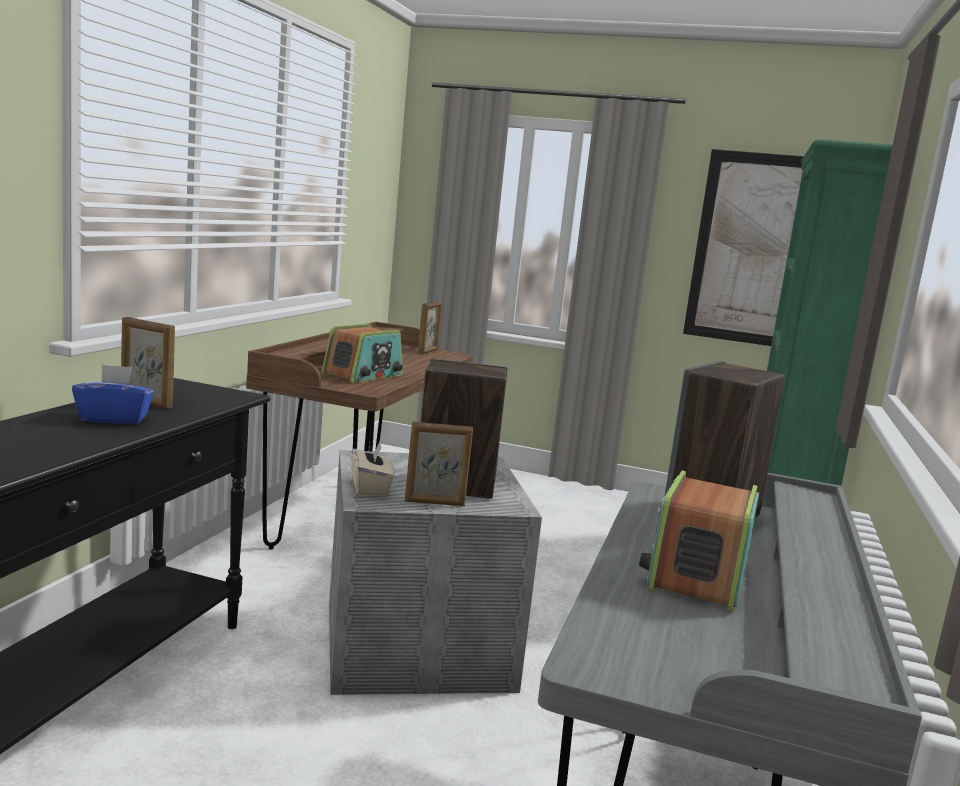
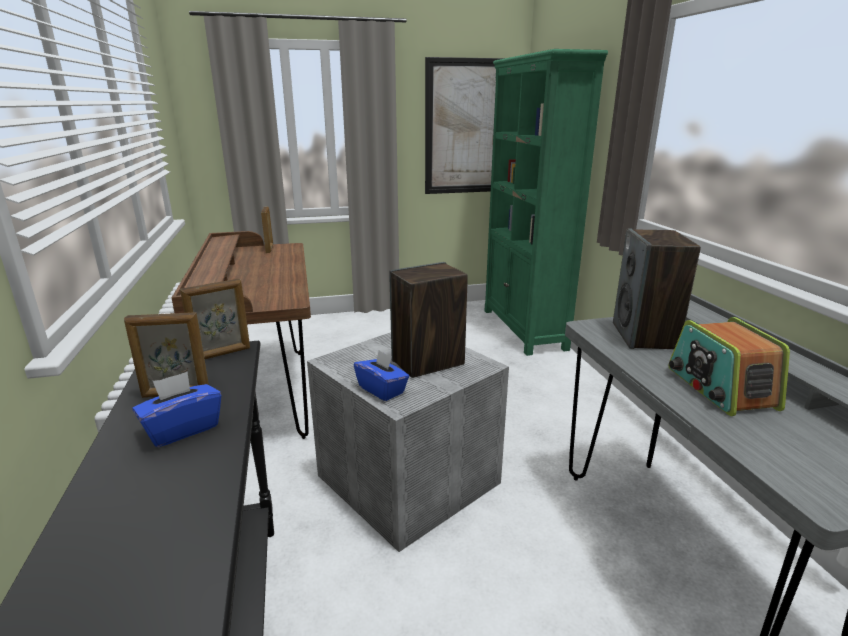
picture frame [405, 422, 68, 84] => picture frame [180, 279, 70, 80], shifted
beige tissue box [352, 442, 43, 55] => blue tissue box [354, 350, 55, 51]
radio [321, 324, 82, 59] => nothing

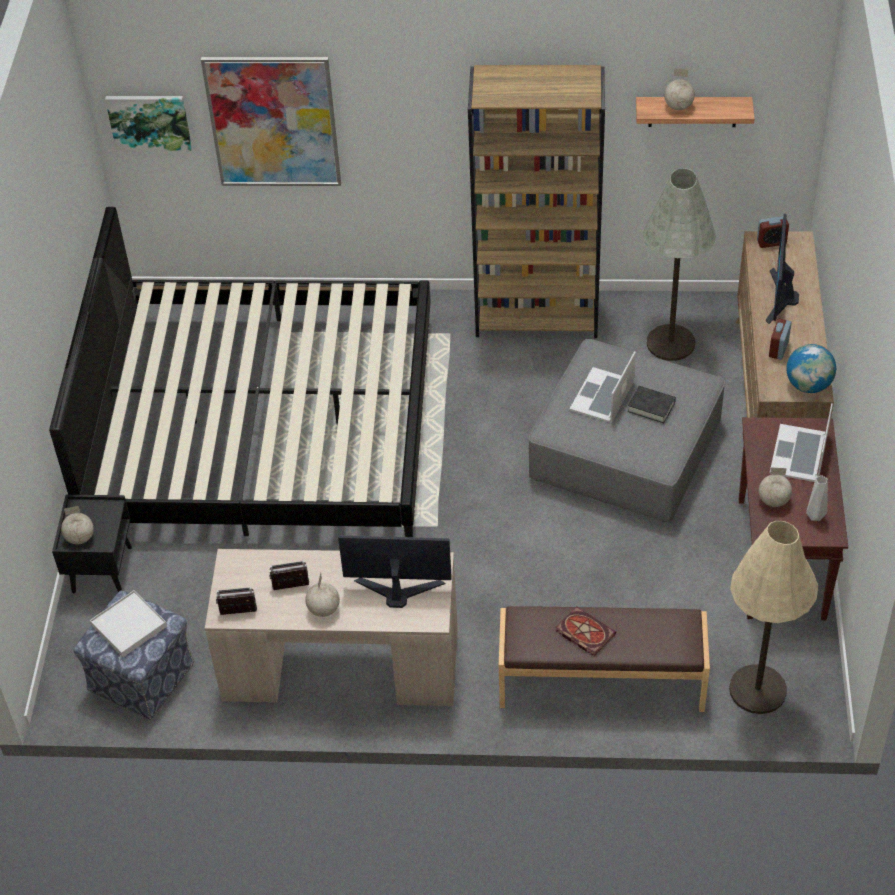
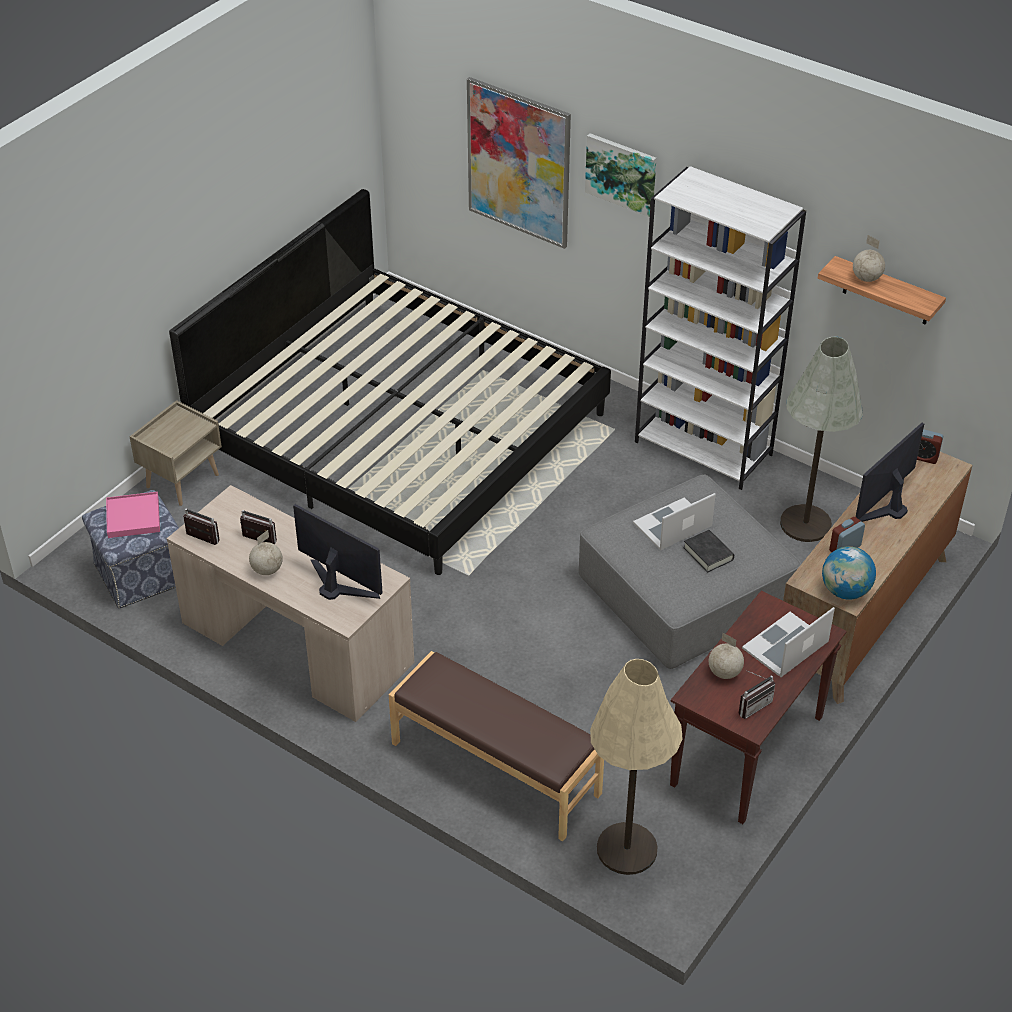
white tray [90, 590, 77, 67] => pink tray [106, 492, 54, 46]
black nightstand [52, 495, 80, 98] => beige nightstand [129, 400, 93, 106]
picture [105, 96, 87, 56] => picture [585, 133, 72, 84], shifted
brown bookcase [468, 65, 137, 273] => white bookcase [635, 166, 171, 324]
grey vase [806, 475, 22, 46] => radio [738, 670, 37, 49]
globe [61, 506, 33, 38] => nothing
book [555, 606, 61, 50] => nothing

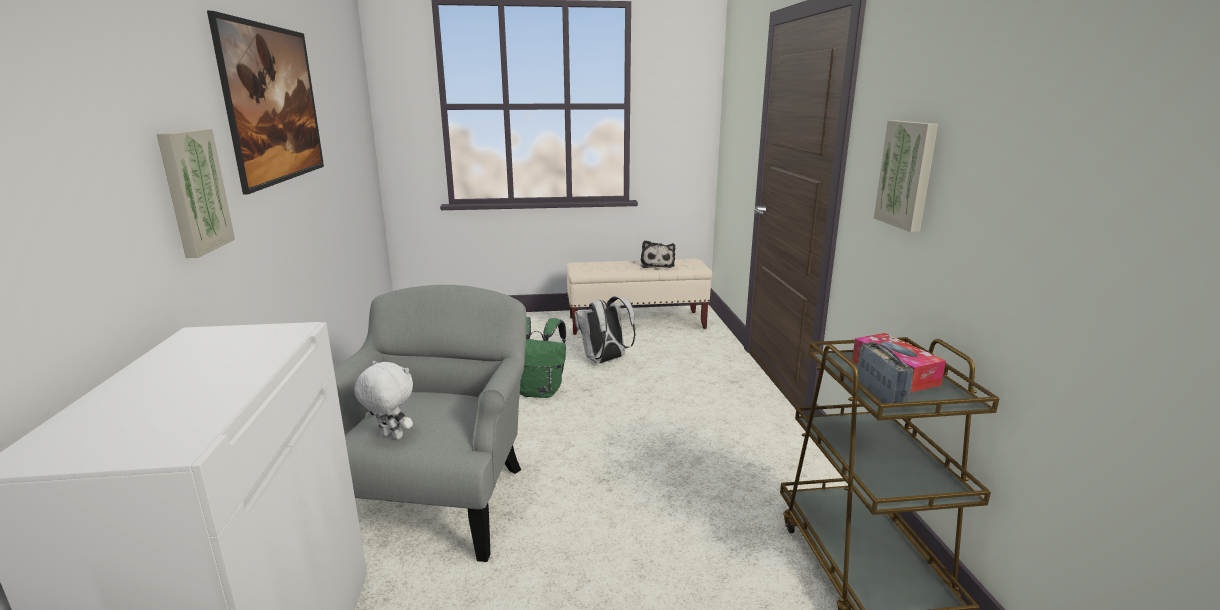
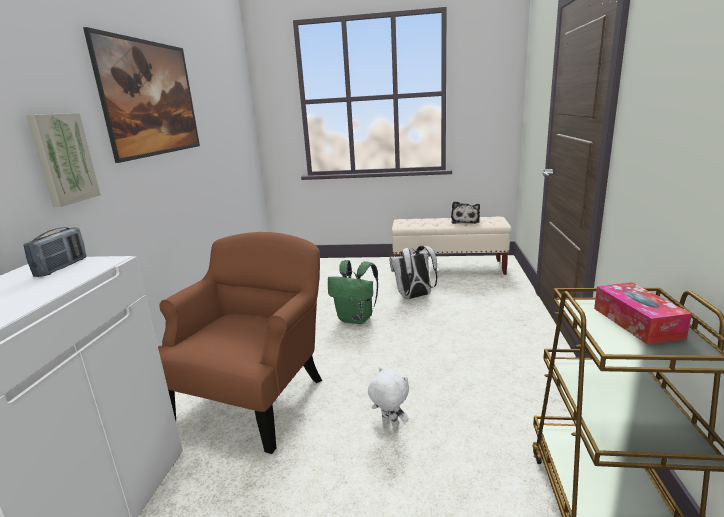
radio [858, 342, 55, 61] => radio [23, 227, 64, 50], shifted
grey armchair [334, 285, 193, 277] => brown armchair [158, 232, 164, 222]
white plush toy [354, 361, 59, 78] => white plush toy [368, 367, 41, 61], shifted
picture [874, 121, 64, 111] => nothing

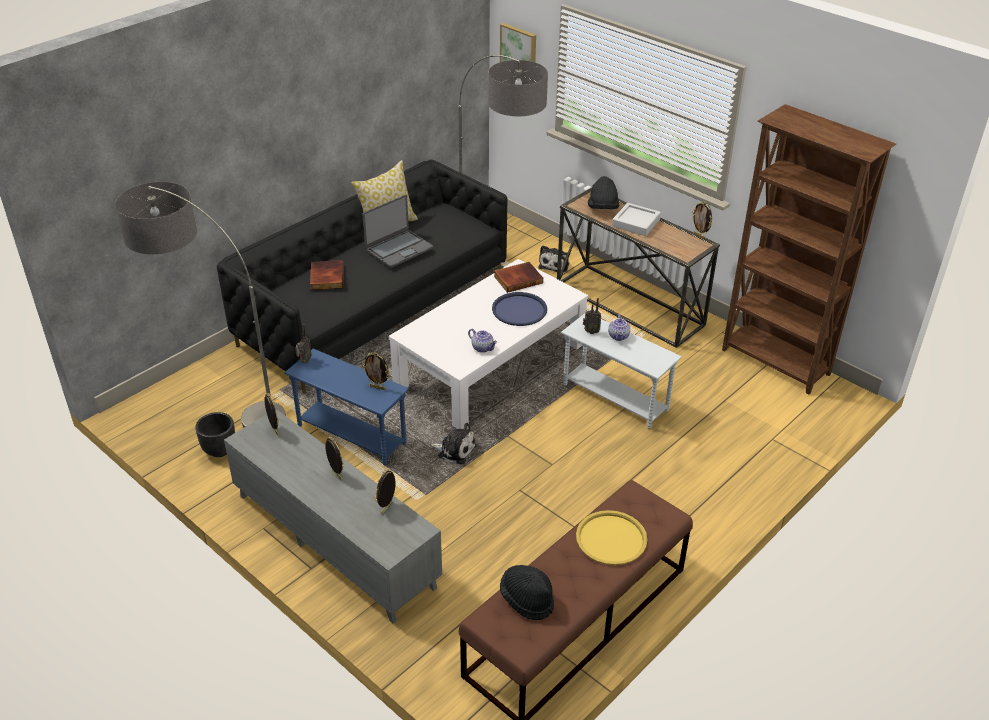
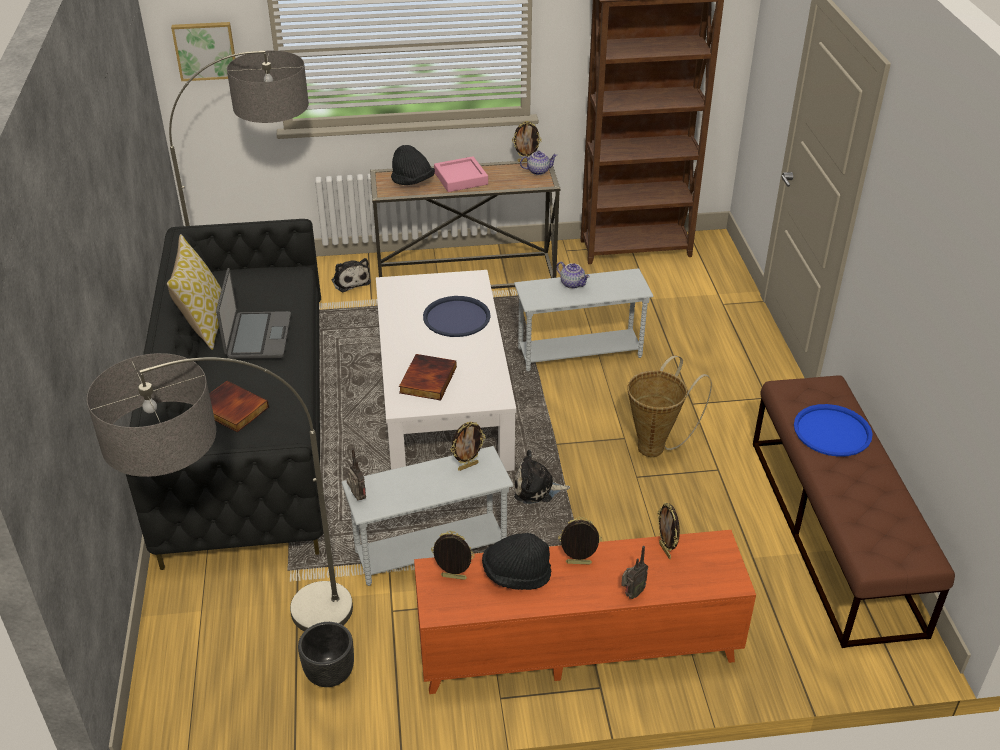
blue side table [284, 349, 125, 116] => white side table [342, 446, 171, 140]
book [494, 262, 49, 31] => book [399, 354, 58, 46], shifted
grey tv stand [224, 409, 218, 215] => orange tv stand [414, 530, 342, 164]
grey tray [612, 203, 49, 33] => pink tray [434, 156, 54, 36]
black hat [500, 565, 54, 55] => black hat [482, 533, 69, 57], shifted
plush toy [431, 422, 46, 42] => plush toy [514, 450, 56, 54], 150 degrees counterclockwise
teapot [468, 329, 29, 24] => teapot [520, 151, 37, 24], shifted
radio [583, 298, 18, 36] => radio [621, 546, 27, 53], shifted
nothing => basket [628, 355, 84, 102]
yellow tray [576, 510, 71, 55] => blue tray [794, 404, 79, 53]

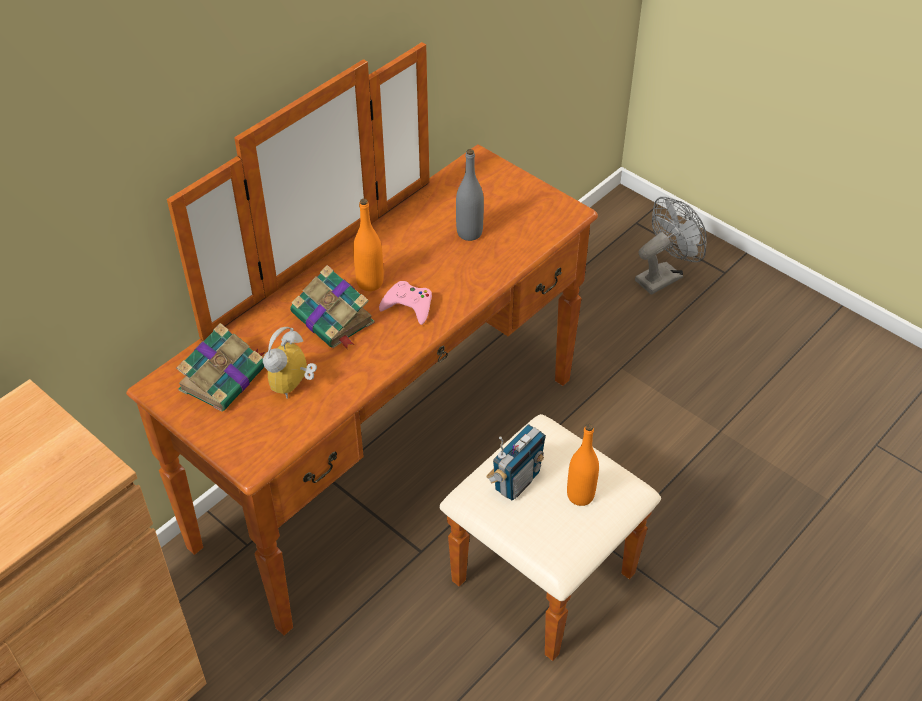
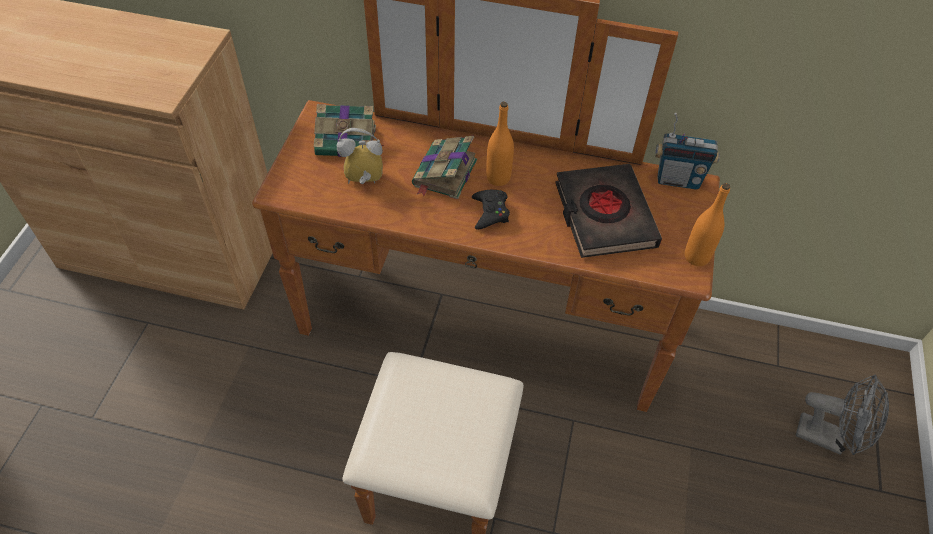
pink game controller [379, 281, 53, 44] => black game controller [472, 190, 38, 40]
grey bottle [456, 149, 28, 92] => black book [555, 164, 107, 94]
radio [486, 424, 60, 76] => radio [655, 113, 65, 77], shifted
orange bottle [567, 424, 32, 82] => orange bottle [685, 183, 45, 83], shifted

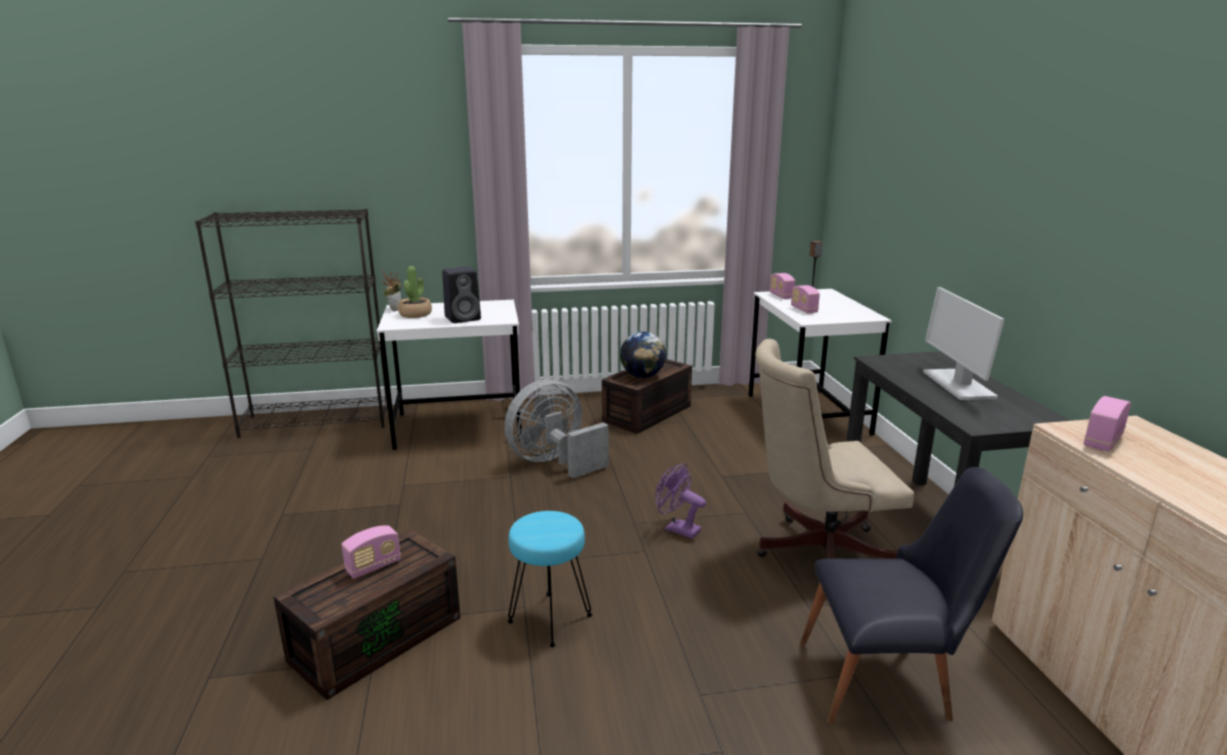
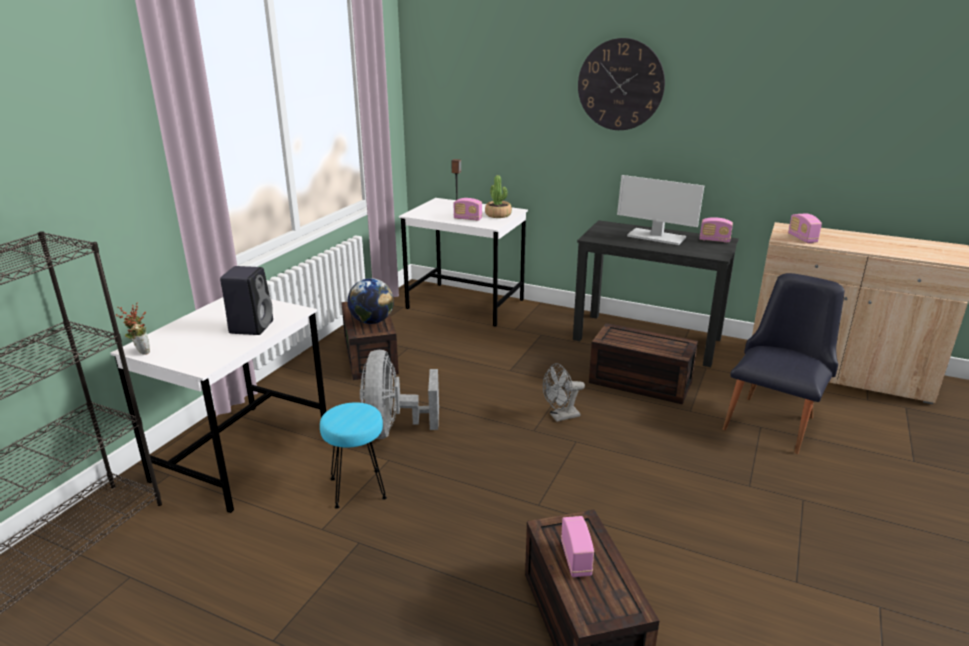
turquoise stool [508, 511, 84, 136] => turquoise stool [320, 402, 67, 107], shifted
potted plant [398, 266, 34, 52] => potted plant [485, 175, 27, 43], shifted
purple fan [655, 464, 51, 75] => grey fan [543, 363, 42, 59]
nothing => wall clock [578, 38, 87, 92]
beige office chair [755, 339, 159, 220] => brown storage box [589, 323, 109, 81]
radio [770, 273, 25, 26] => radio [700, 217, 33, 26], shifted

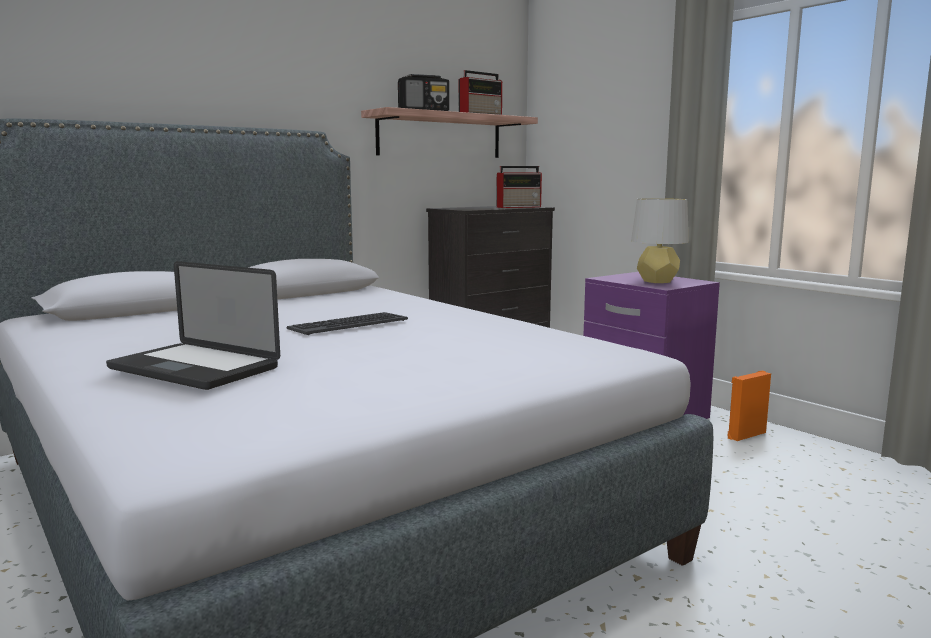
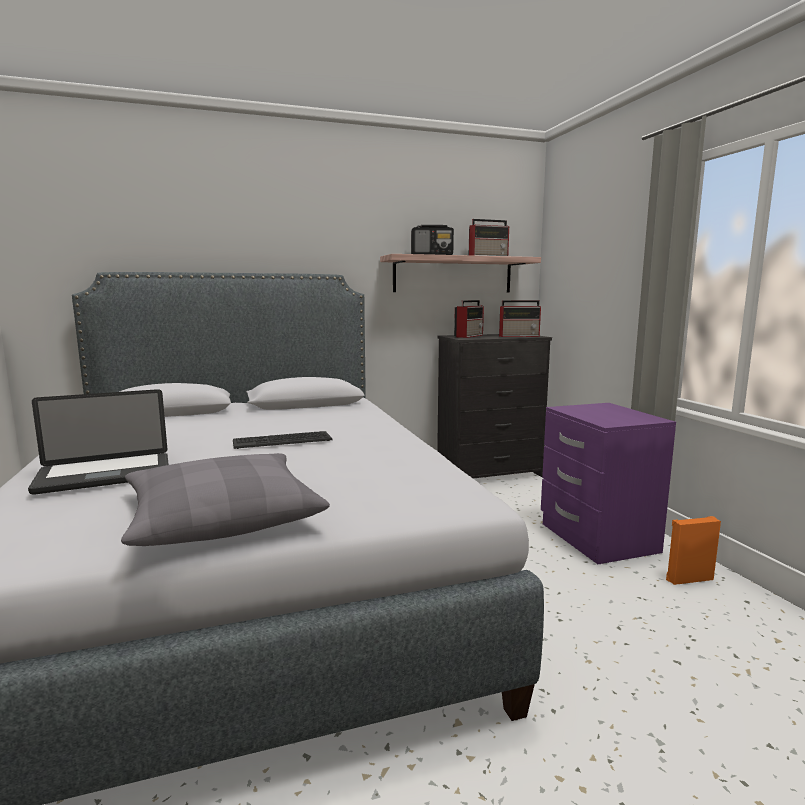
laptop [106, 261, 174, 129] => laptop [28, 389, 141, 106], 75 degrees counterclockwise
nothing => grey pillow [121, 453, 209, 93]
nothing => radio [454, 300, 30, 38]
grey table lamp [631, 198, 58, 85] => nothing

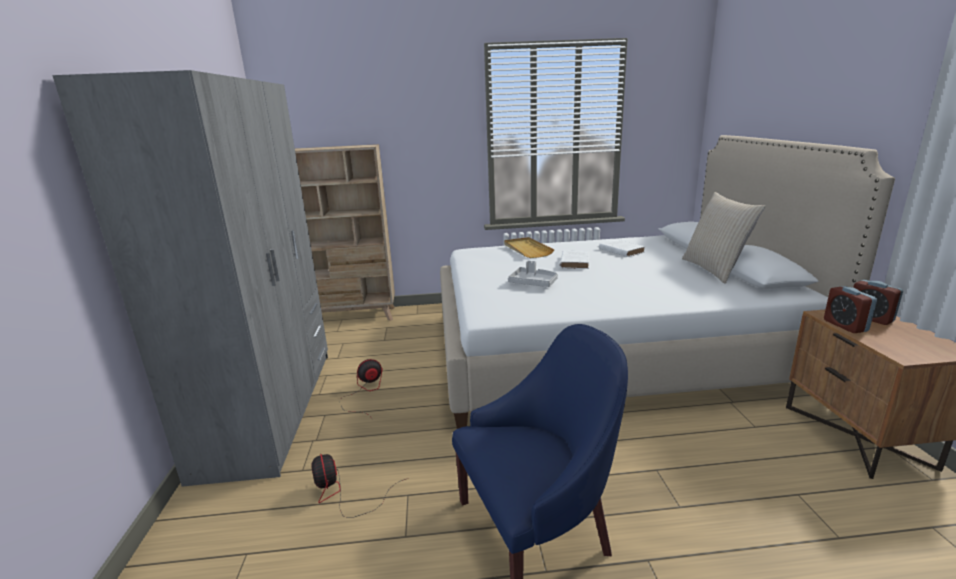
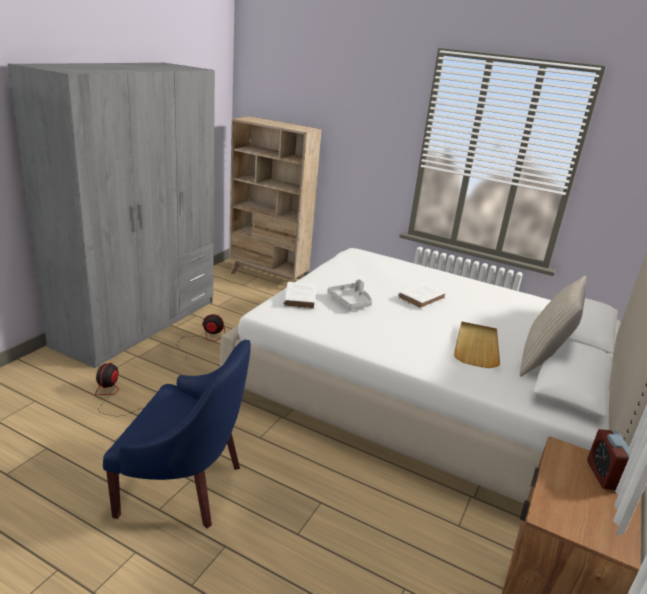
white book [599, 239, 46, 18] => white book [284, 282, 32, 27], shifted
beige tray [504, 237, 50, 21] => beige tray [454, 322, 46, 46], shifted
alarm clock [824, 286, 53, 47] => nothing

